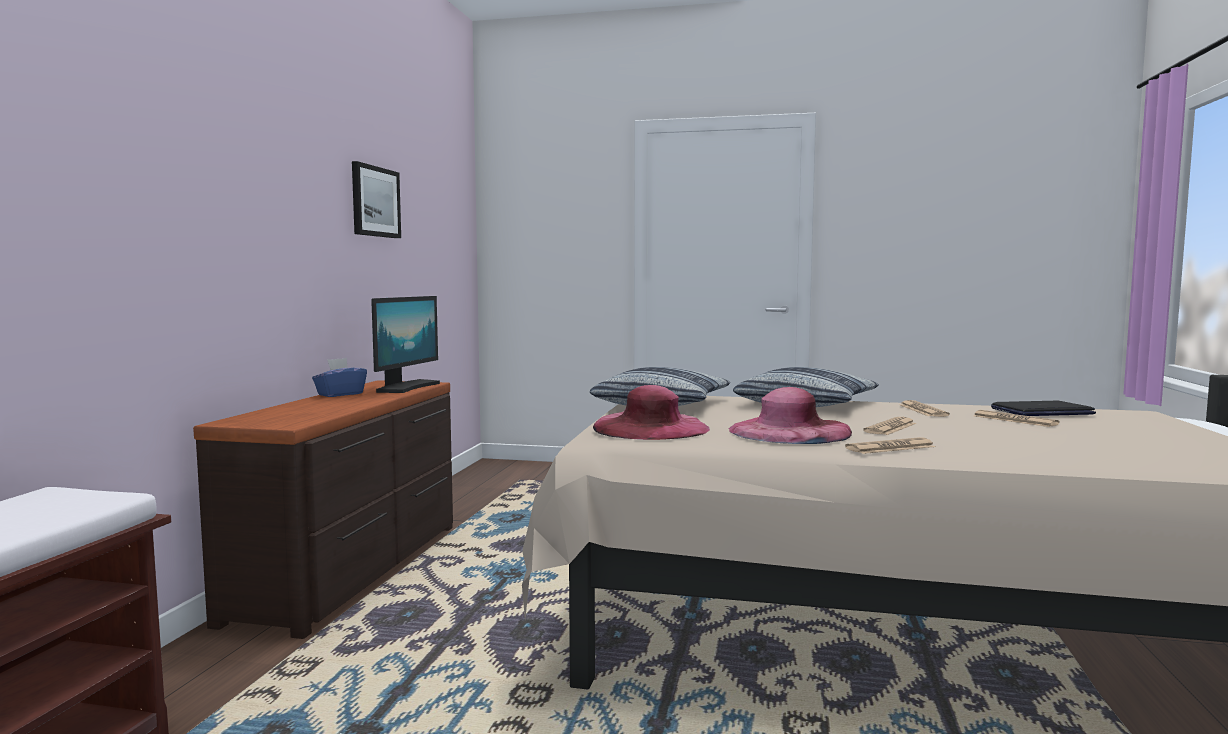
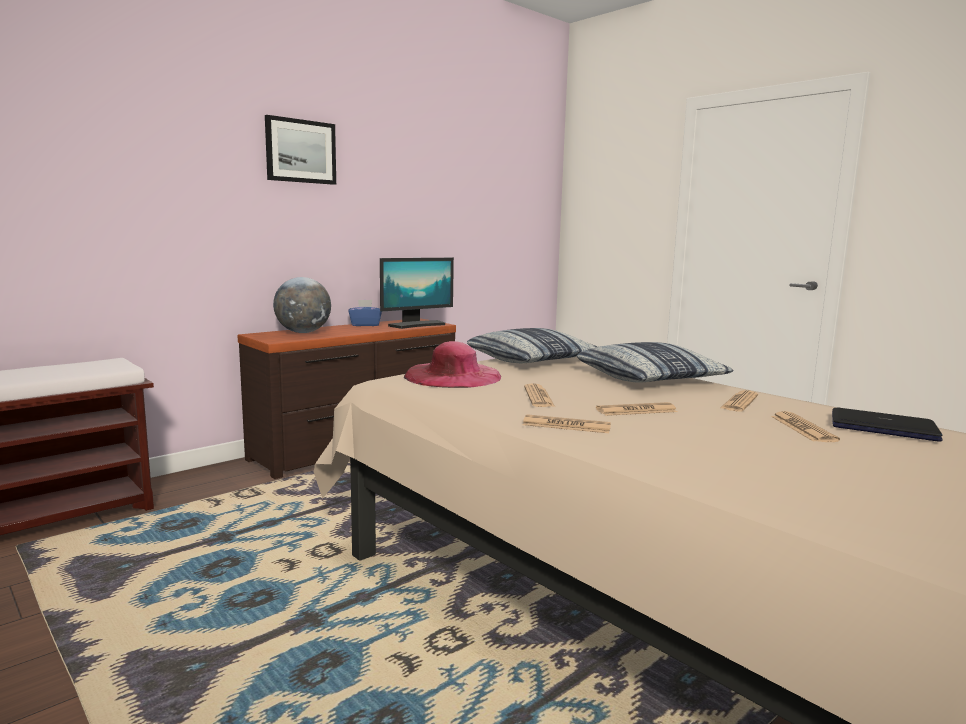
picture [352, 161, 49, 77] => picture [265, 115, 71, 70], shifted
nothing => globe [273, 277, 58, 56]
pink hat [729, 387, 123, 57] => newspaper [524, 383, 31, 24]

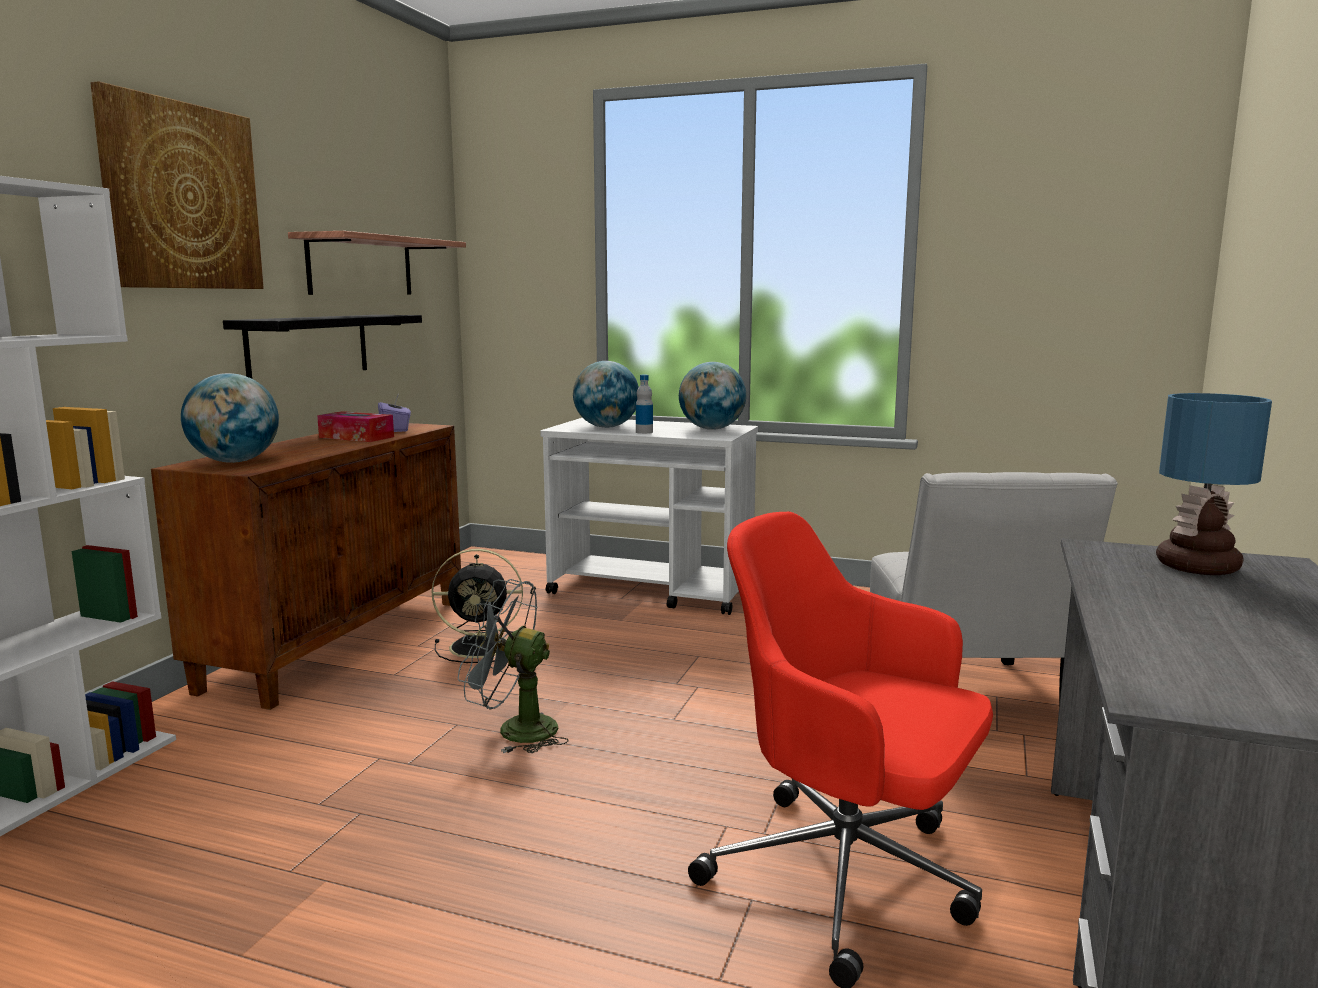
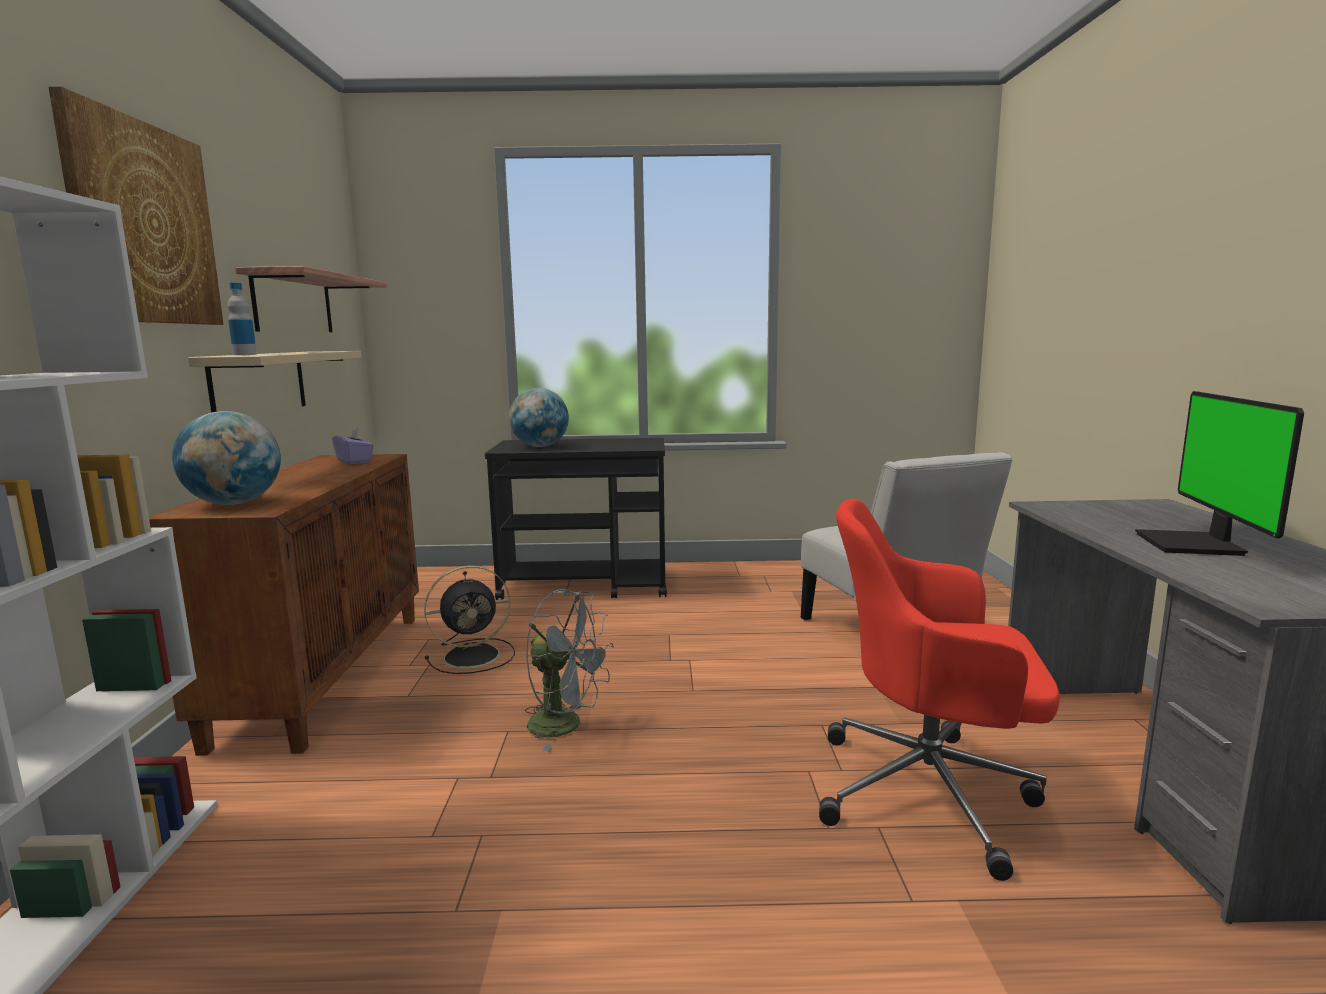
black shelf [223, 315, 199, 64] => beige shelf [188, 351, 174, 62]
bottle [636, 375, 17, 59] => bottle [228, 283, 29, 72], shifted
white cart [540, 418, 218, 197] => black cart [485, 438, 182, 162]
grey fan [458, 579, 111, 174] => grey fan [525, 589, 89, 162], 150 degrees counterclockwise
nothing => monitor [1135, 391, 169, 165]
tissue box [317, 411, 77, 31] => nothing
globe [679, 362, 67, 68] => nothing
table lamp [1156, 393, 116, 182] => nothing

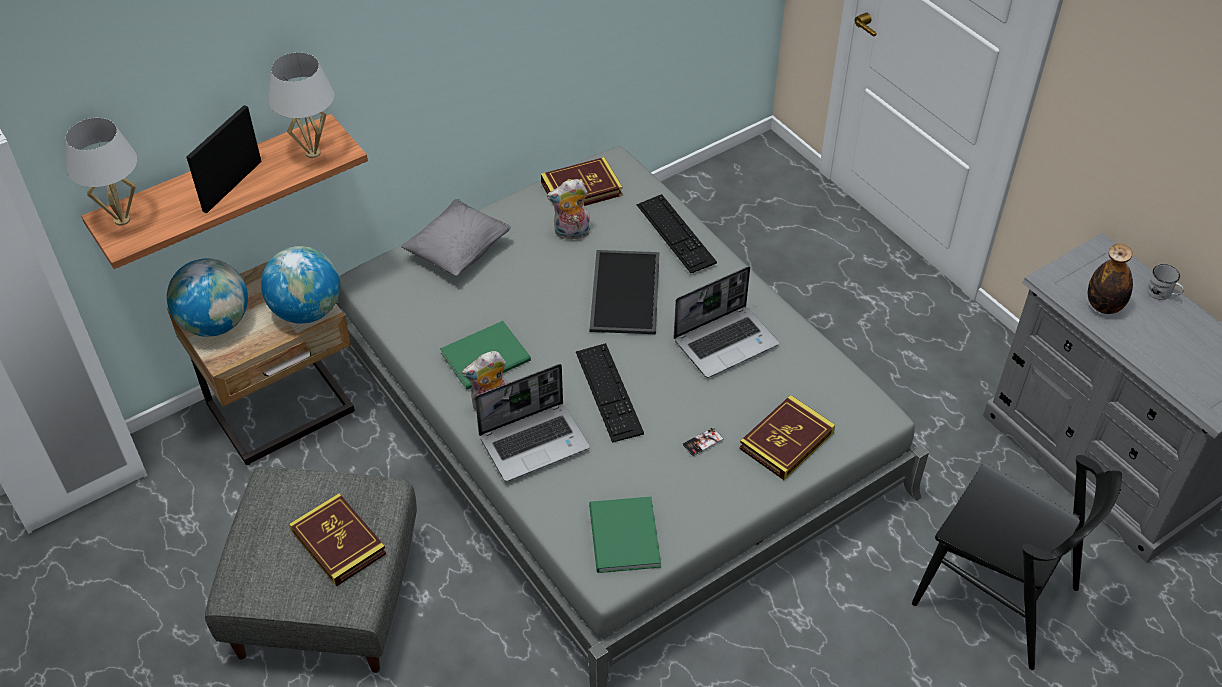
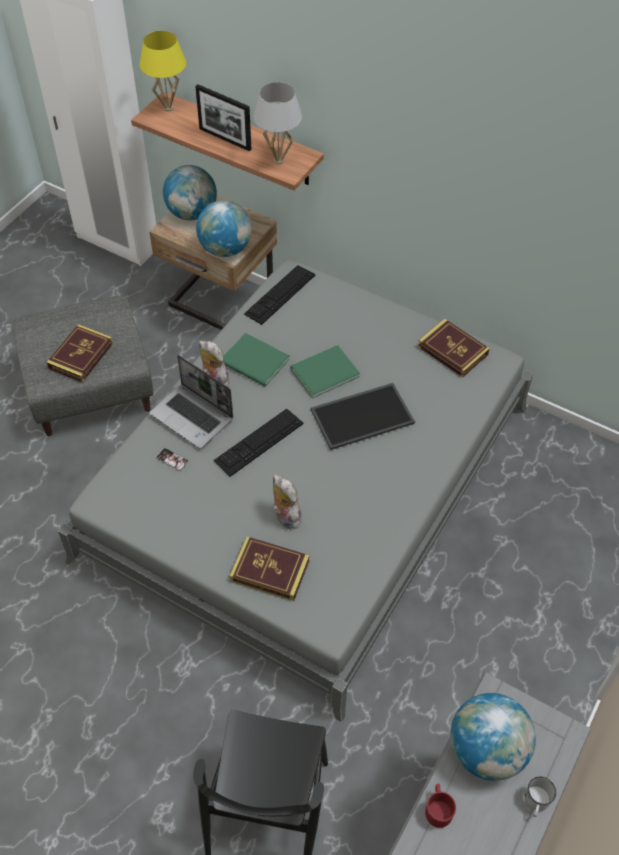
white table lamp [66, 118, 71, 108] => yellow table lamp [140, 31, 46, 80]
phone [682, 428, 42, 29] => phone [156, 448, 33, 23], shifted
picture frame [187, 105, 75, 108] => picture frame [195, 84, 56, 67], 150 degrees counterclockwise
keyboard [637, 194, 80, 79] => keyboard [244, 265, 71, 60], shifted
plush toy [547, 179, 43, 61] => plush toy [273, 474, 30, 56], shifted
green book [589, 497, 72, 76] => green book [290, 345, 70, 53], shifted
nothing => red mug [425, 784, 31, 44]
bottle [1088, 244, 45, 70] => globe [450, 693, 86, 88]
grey pillow [401, 199, 110, 77] => nothing
laptop [674, 266, 105, 112] => nothing

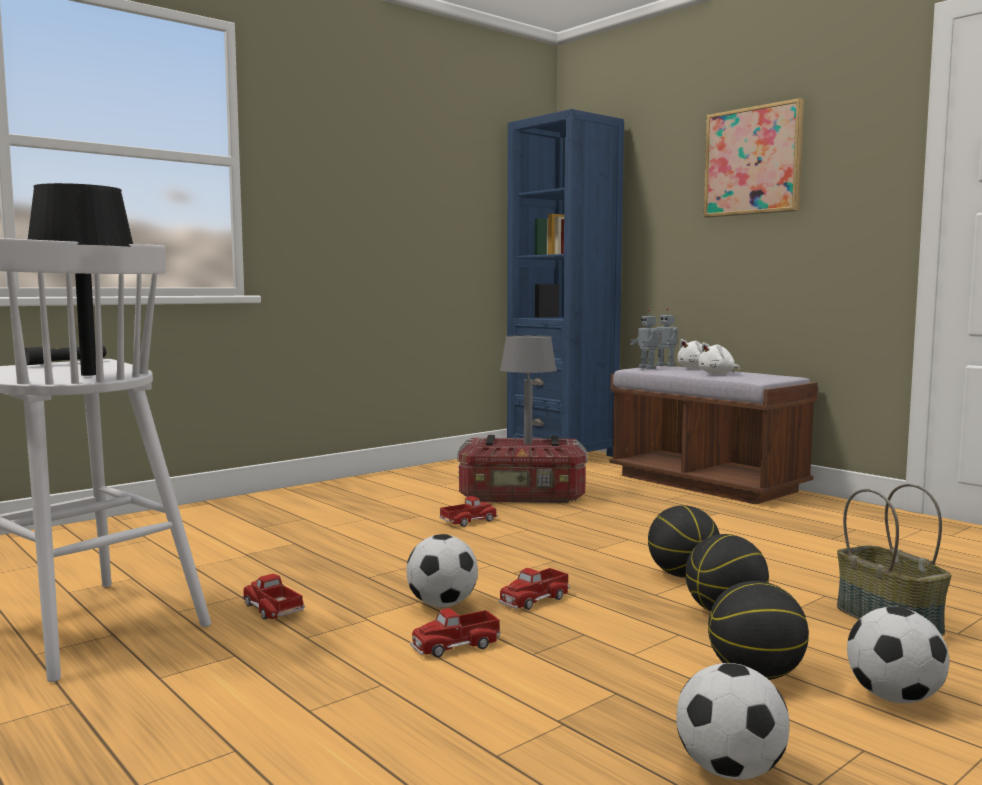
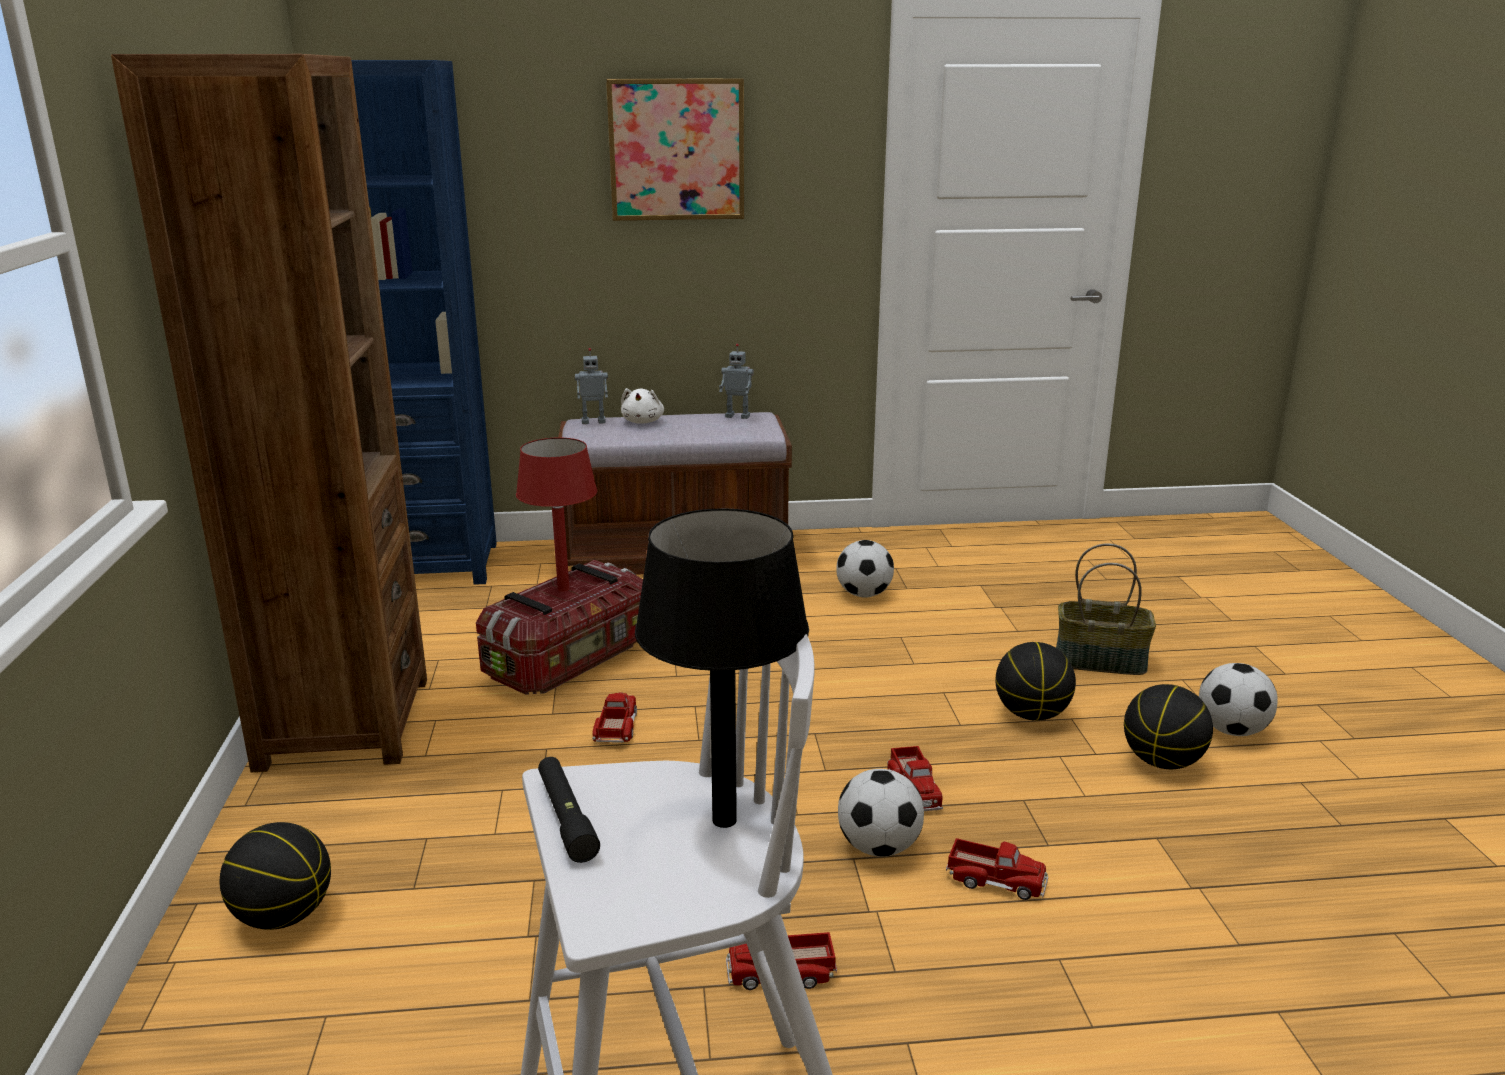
nothing => brown bookcase [111, 54, 316, 718]
basketball [648, 505, 72, 72] => basketball [220, 822, 111, 108], shifted
grey table lamp [500, 335, 57, 109] => red table lamp [516, 438, 81, 154]
toy robot [630, 309, 32, 60] => toy robot [719, 344, 35, 75], shifted
football [676, 663, 113, 117] => football [836, 540, 58, 58], shifted
toy truck [410, 608, 91, 49] => toy truck [946, 838, 102, 62], 75 degrees counterclockwise
white plush toy [698, 342, 42, 32] => nothing

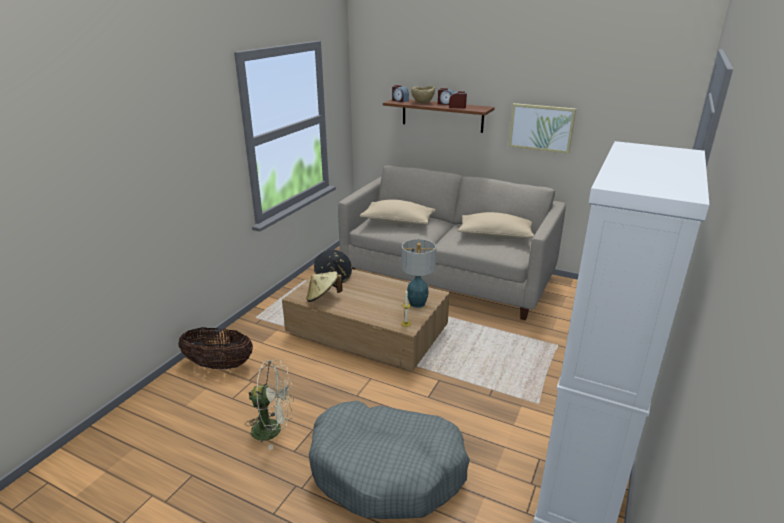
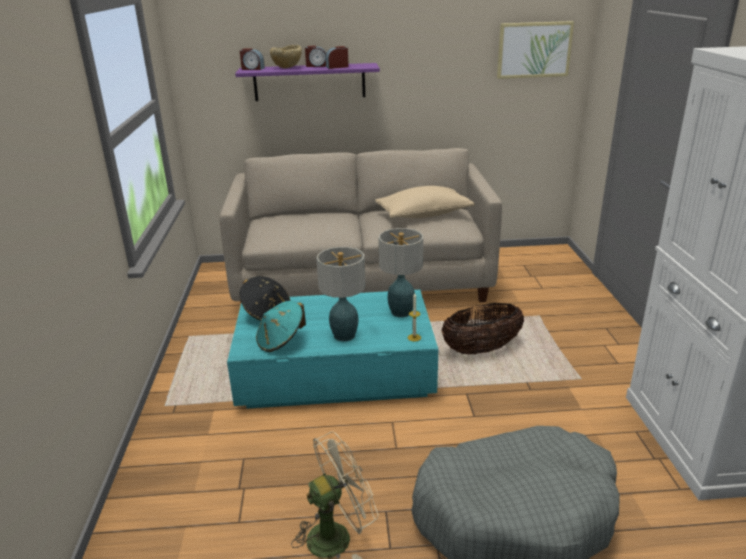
brown coffee table [282, 269, 167, 102] => turquoise coffee table [227, 290, 211, 119]
brown shelf [383, 100, 112, 33] => purple shelf [235, 63, 145, 38]
beige hat [306, 271, 37, 31] => turquoise hat [256, 301, 50, 51]
nothing => table lamp [316, 247, 50, 94]
basket [178, 327, 75, 42] => basket [442, 303, 82, 51], shifted
picture [509, 103, 67, 51] => picture [497, 21, 77, 58], shifted
beige pillow [360, 200, 76, 25] => nothing

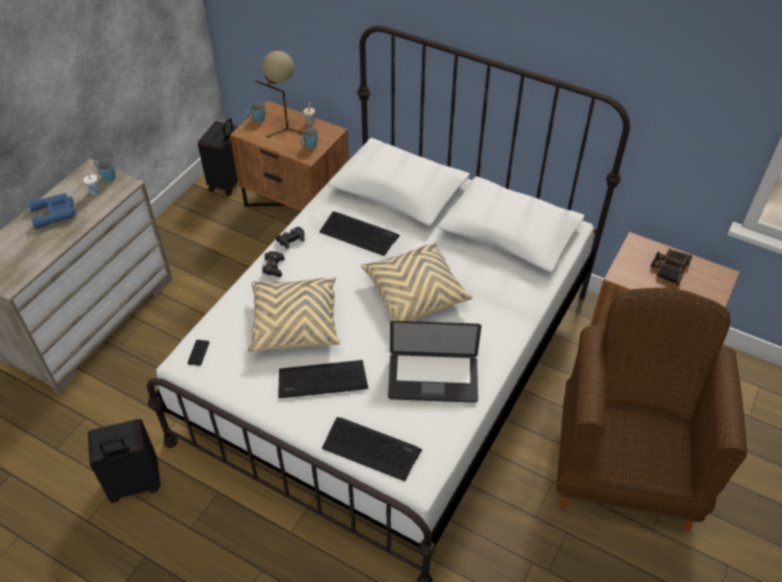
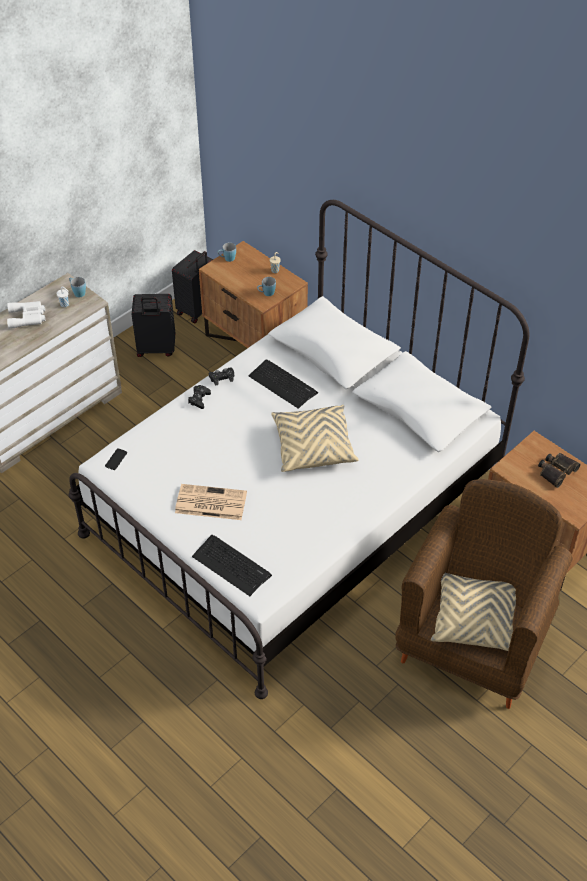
blue binoculars [28, 193, 49, 36] => white binoculars [7, 301, 38, 28]
black suitcase [88, 419, 73, 84] => black suitcase [132, 294, 43, 63], shifted
keyboard [278, 360, 90, 38] => newspaper [175, 484, 72, 36]
beige pillow [248, 277, 92, 75] => beige pillow [431, 573, 85, 78], shifted
beige table lamp [255, 51, 48, 87] => nothing
laptop [388, 321, 93, 82] => nothing

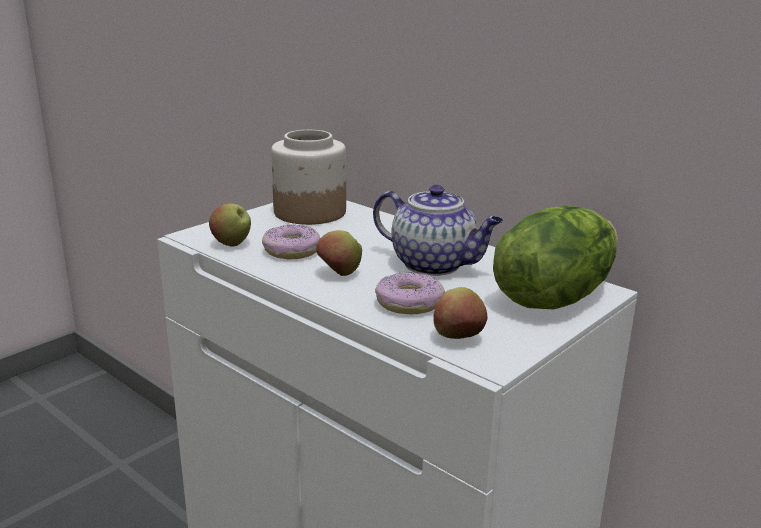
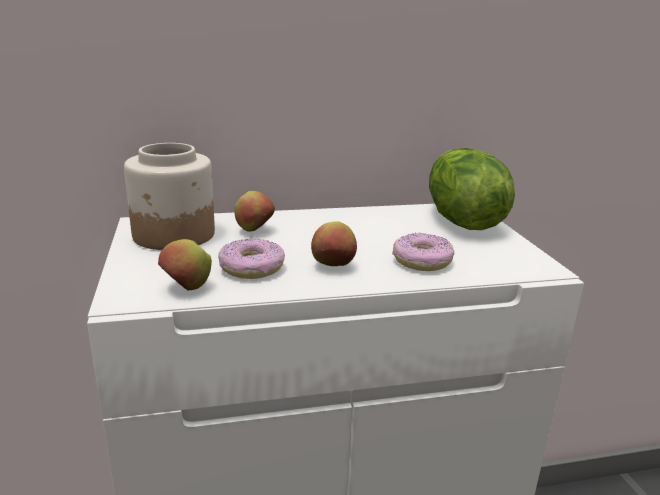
apple [433, 287, 54, 52] => apple [234, 191, 41, 41], shifted
teapot [373, 185, 130, 91] => nothing

